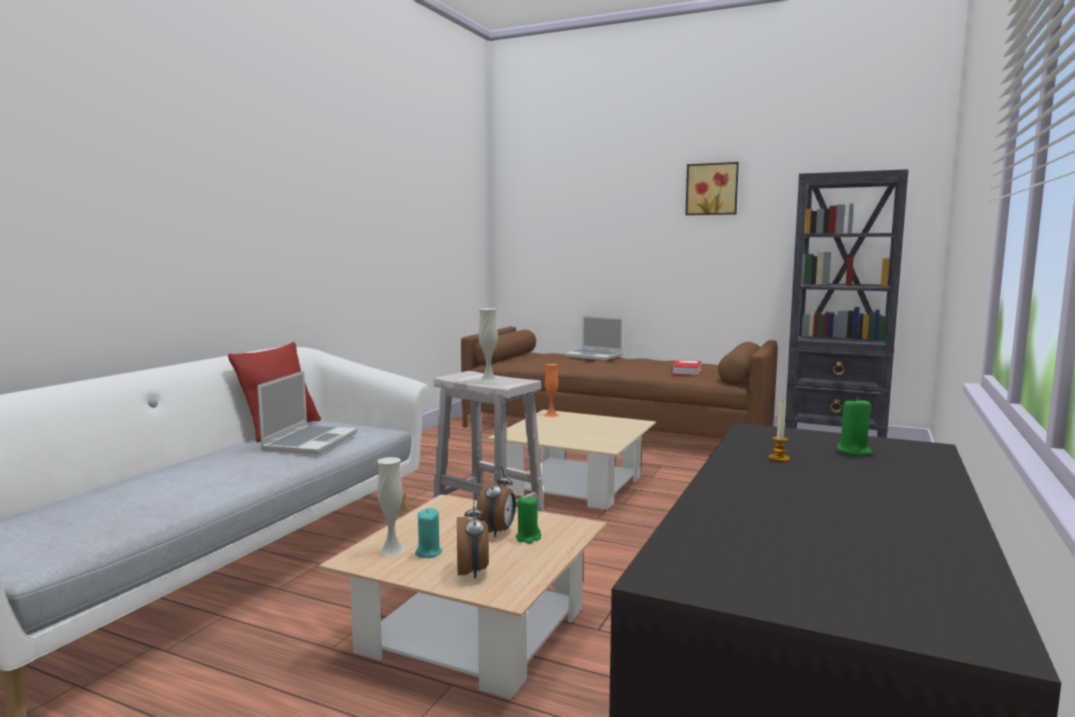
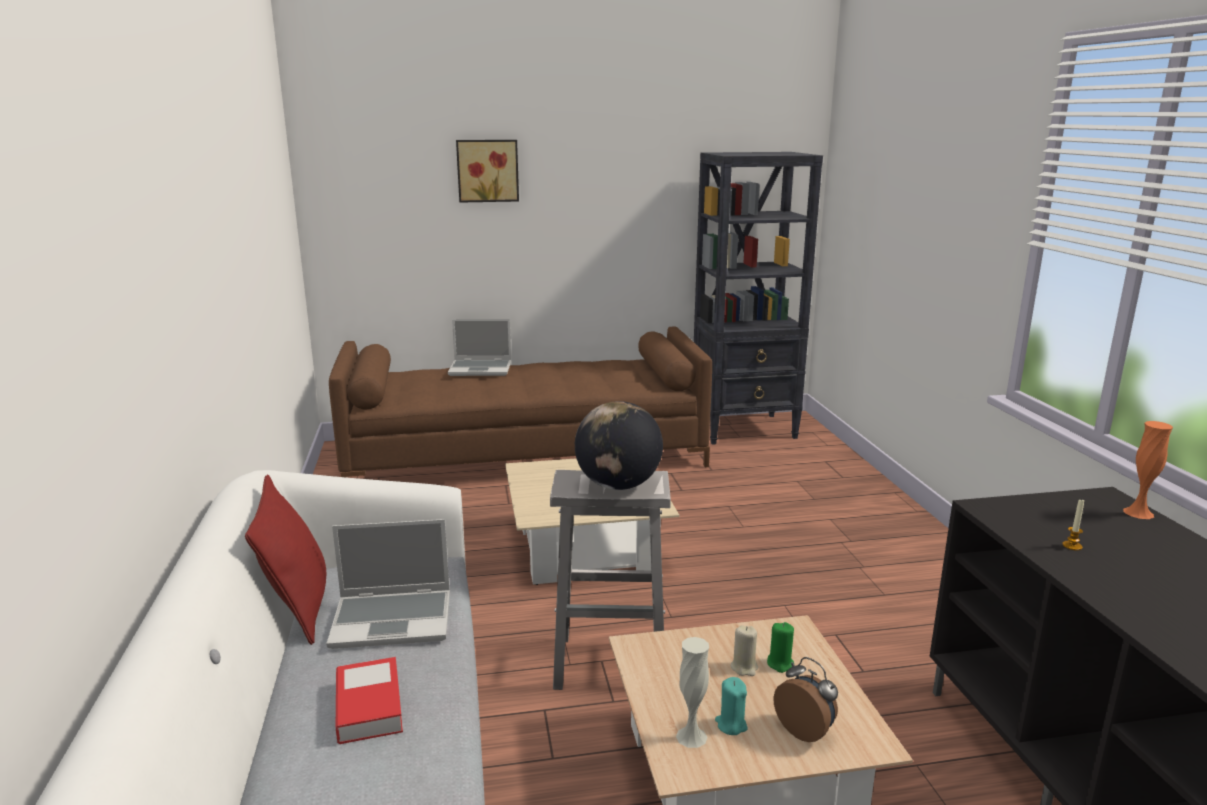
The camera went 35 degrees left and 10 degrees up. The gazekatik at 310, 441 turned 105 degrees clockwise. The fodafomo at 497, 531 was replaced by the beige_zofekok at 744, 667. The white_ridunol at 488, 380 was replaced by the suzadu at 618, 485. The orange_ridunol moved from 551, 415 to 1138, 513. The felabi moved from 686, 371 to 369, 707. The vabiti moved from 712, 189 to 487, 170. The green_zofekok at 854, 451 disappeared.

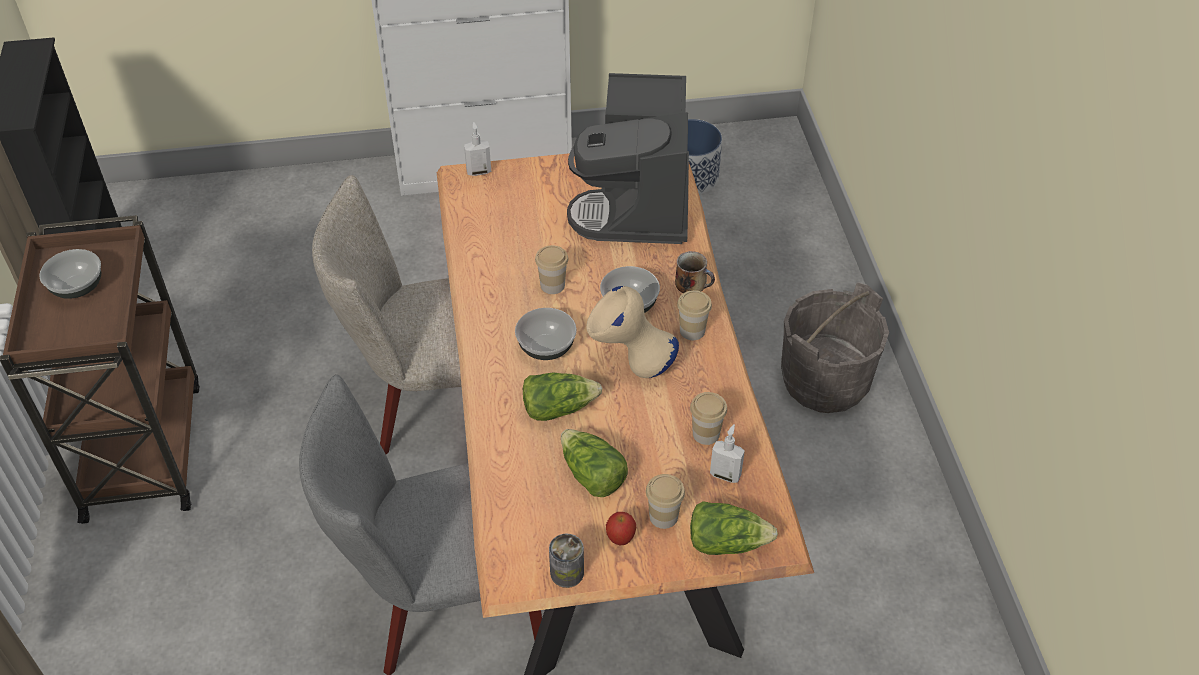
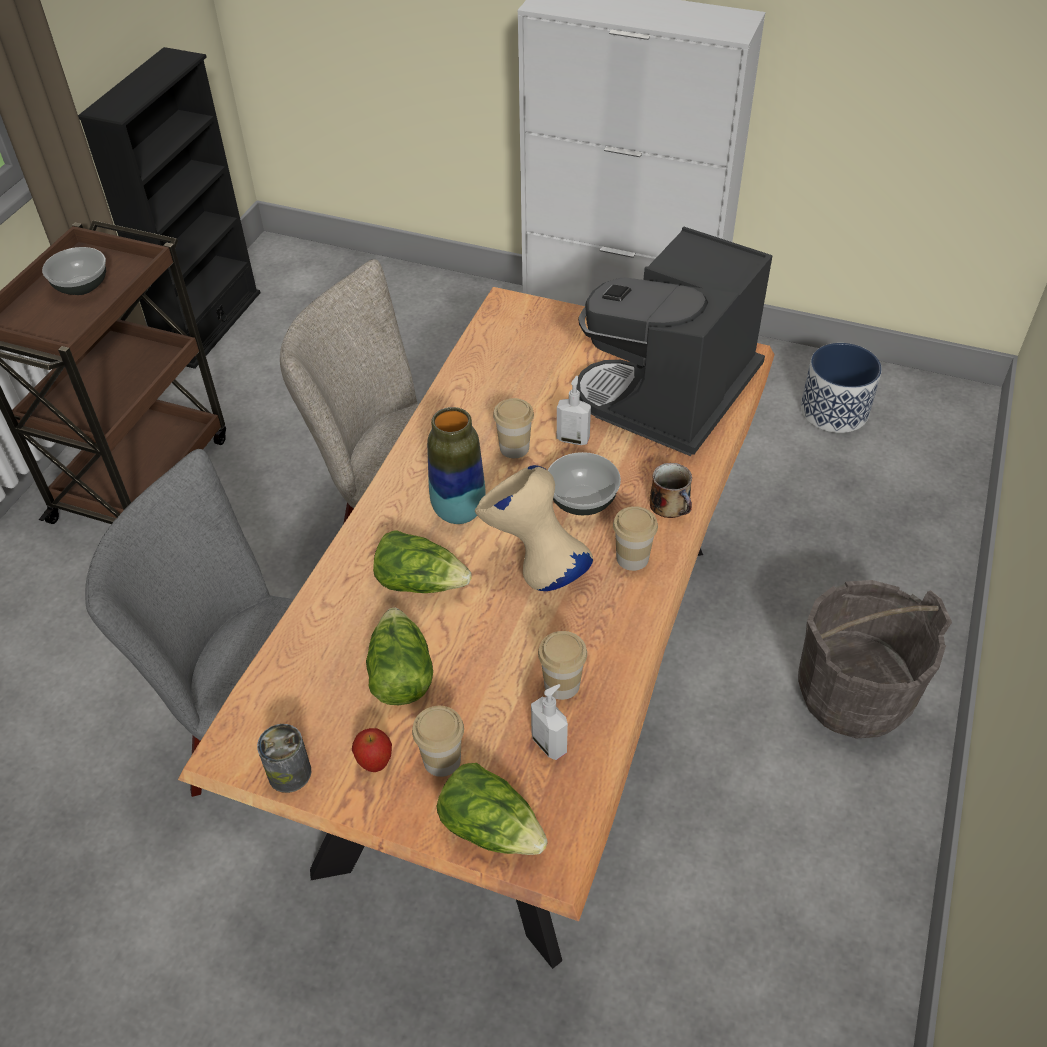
The camera went 30 degrees right and 0 degrees up. The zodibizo moved from 478, 171 to 573, 438. The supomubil at 547, 347 was replaced by the ridunol at 459, 511.

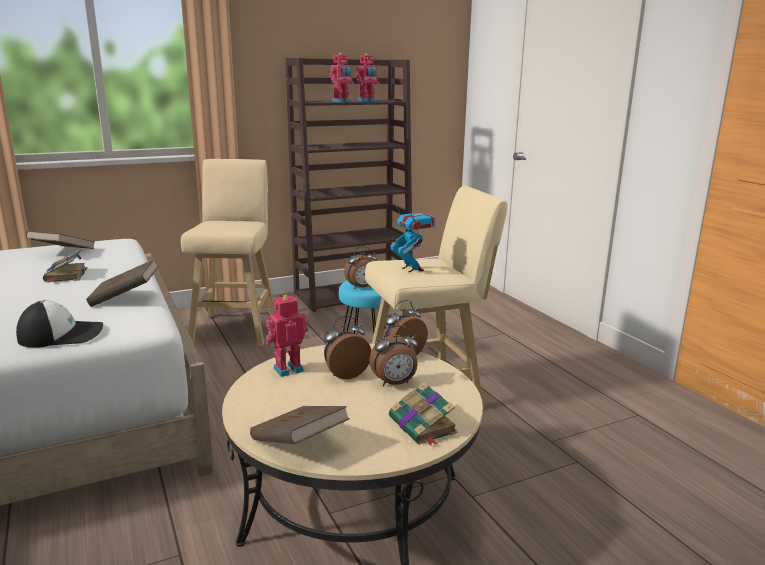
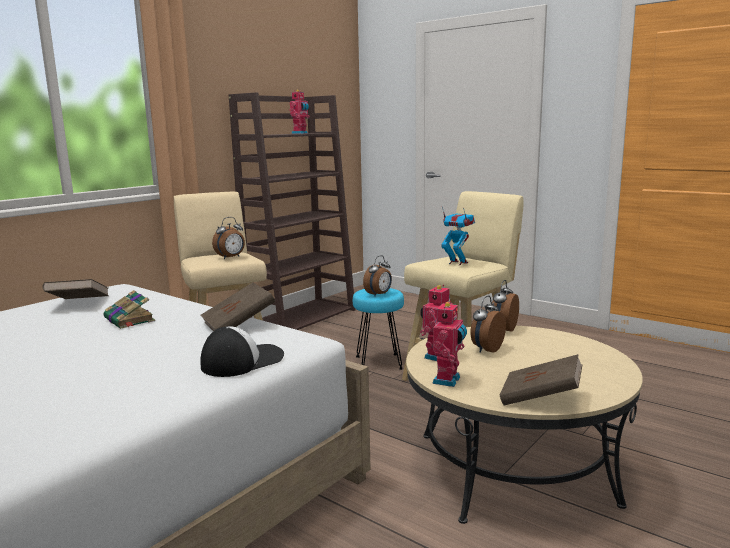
The camera went 25 degrees left and 5 degrees down. The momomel moved from 341, 101 to 448, 380. The fodafomo moved from 394, 383 to 231, 257. The felabi at 423, 426 disappeared.

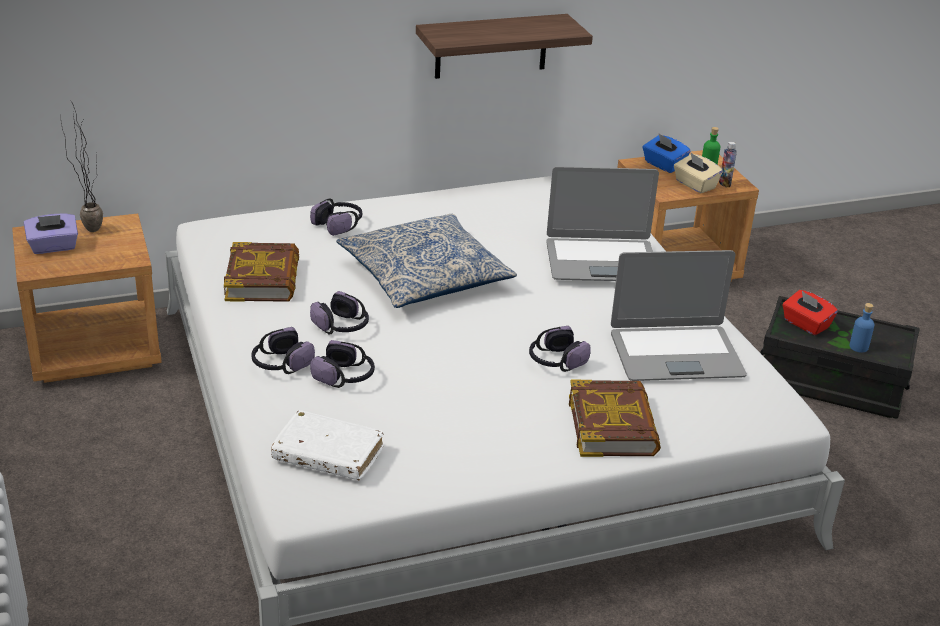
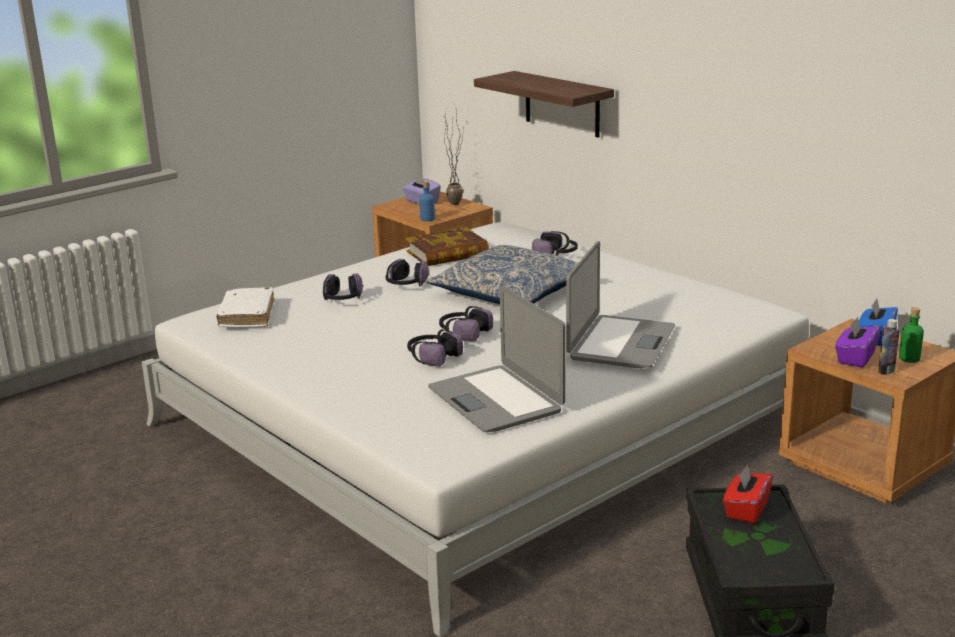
The camera went 70 degrees right and 10 degrees down. The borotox moved from 280, 364 to 464, 333. The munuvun moved from 491, 46 to 562, 104. The gazekatik at 601, 261 turned 135 degrees counterclockwise. The felabi at 613, 425 disappeared. The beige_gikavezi at 695, 185 became the purple_gikavezi at 855, 358. The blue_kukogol moved from 858, 347 to 427, 219.

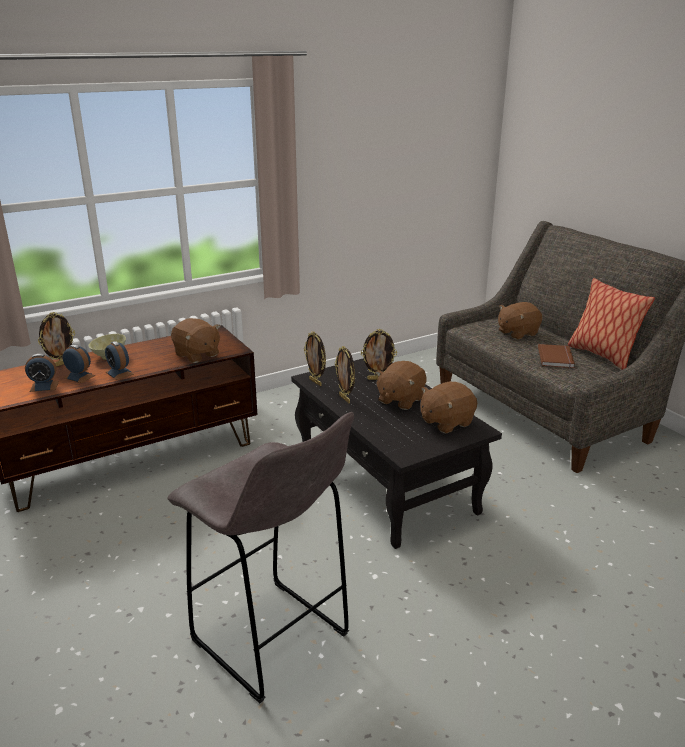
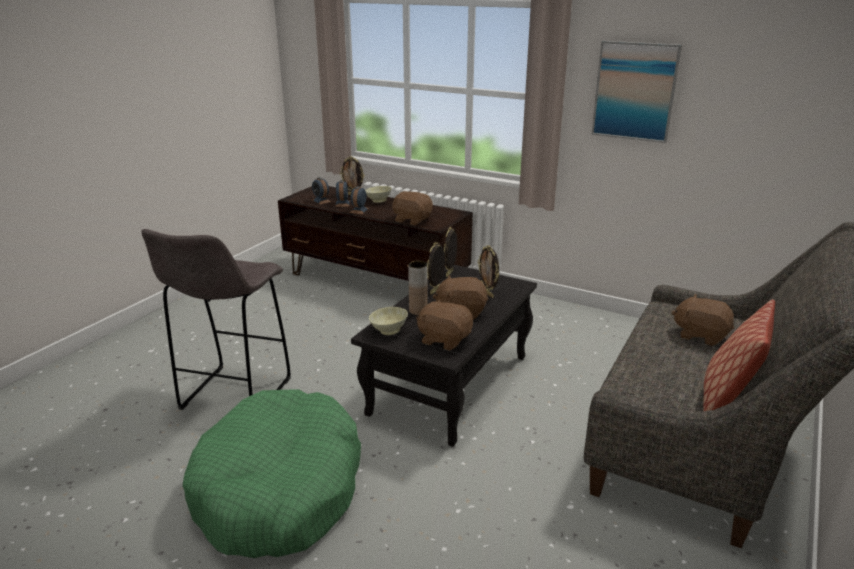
The camera went 60 degrees right and 0 degrees up. The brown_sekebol at 197, 355 turned 105 degrees clockwise. The brown_felabi at 556, 357 disappeared. The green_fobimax at 279, 489 appeared. The beige_supomubil at 388, 330 appeared. The brown_ridunol at 418, 311 appeared. The vabiti at 635, 91 appeared.

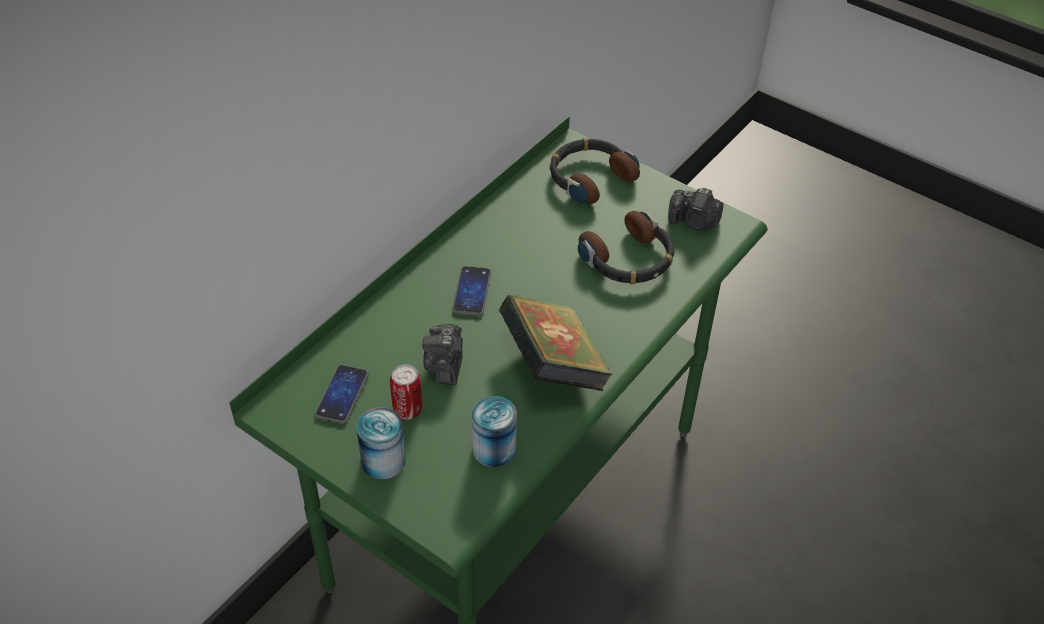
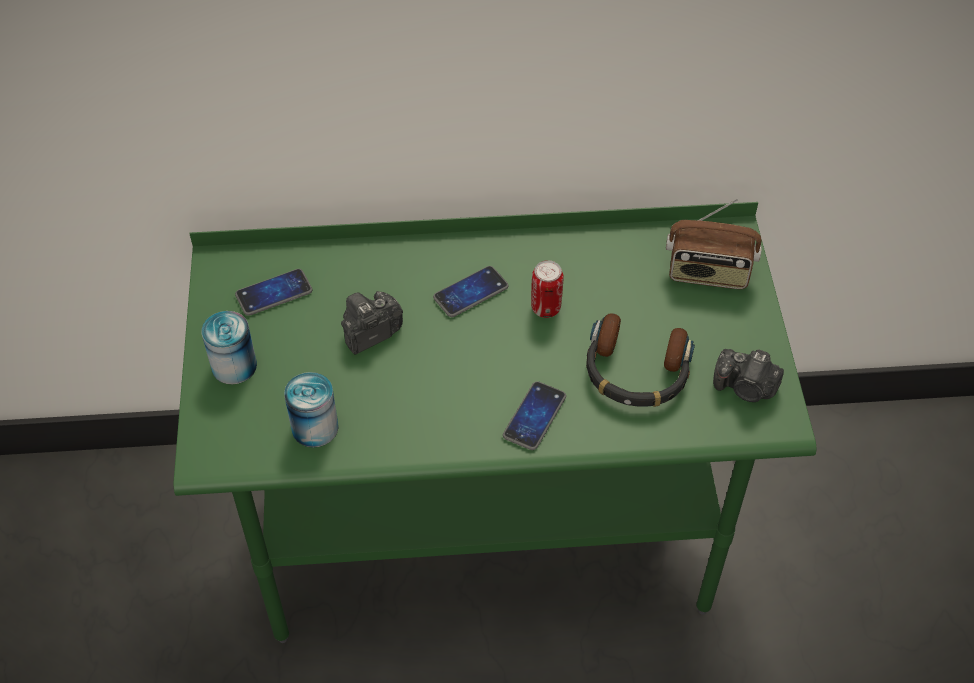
The camera went 50 degrees right and 5 degrees up. The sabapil moved from 407, 410 to 545, 308. The felabi at 553, 367 disappeared. The borotox at 589, 177 was replaced by the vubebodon at 708, 273. The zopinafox at 694, 222 turned 45 degrees counterclockwise. The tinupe at 534, 416 appeared.

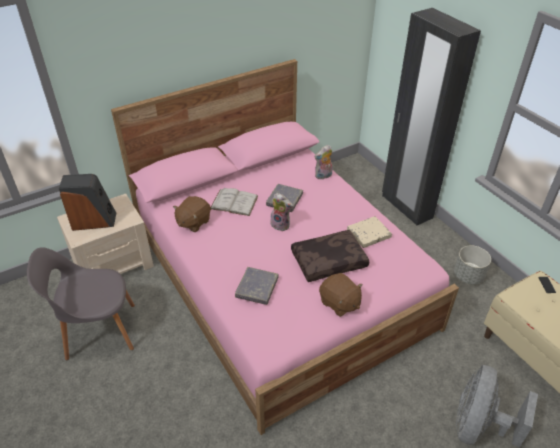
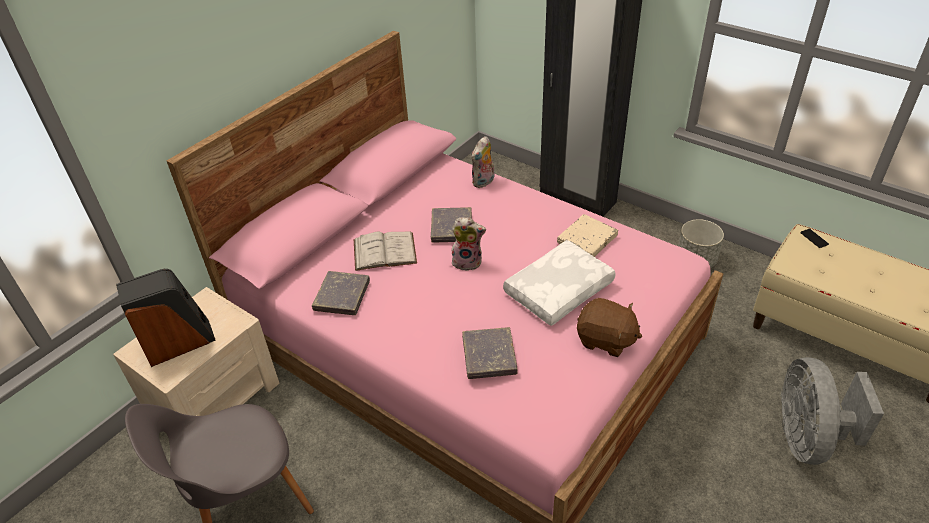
The camera went 20 degrees left and 0 degrees up. The brown_sekebol at 193, 222 was replaced by the grey_felabi at 342, 296. The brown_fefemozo at 329, 260 became the white_fefemozo at 558, 289.

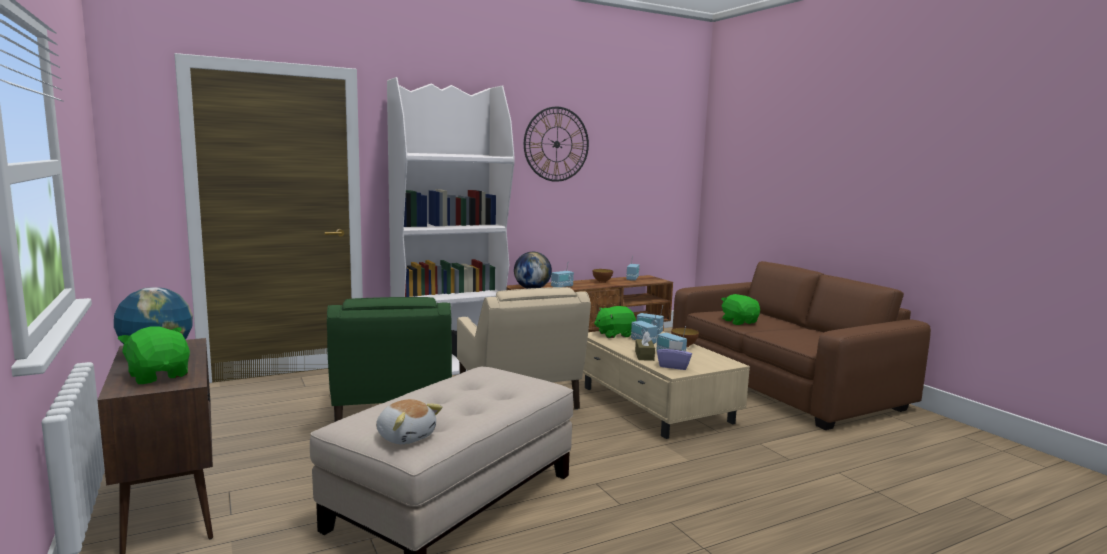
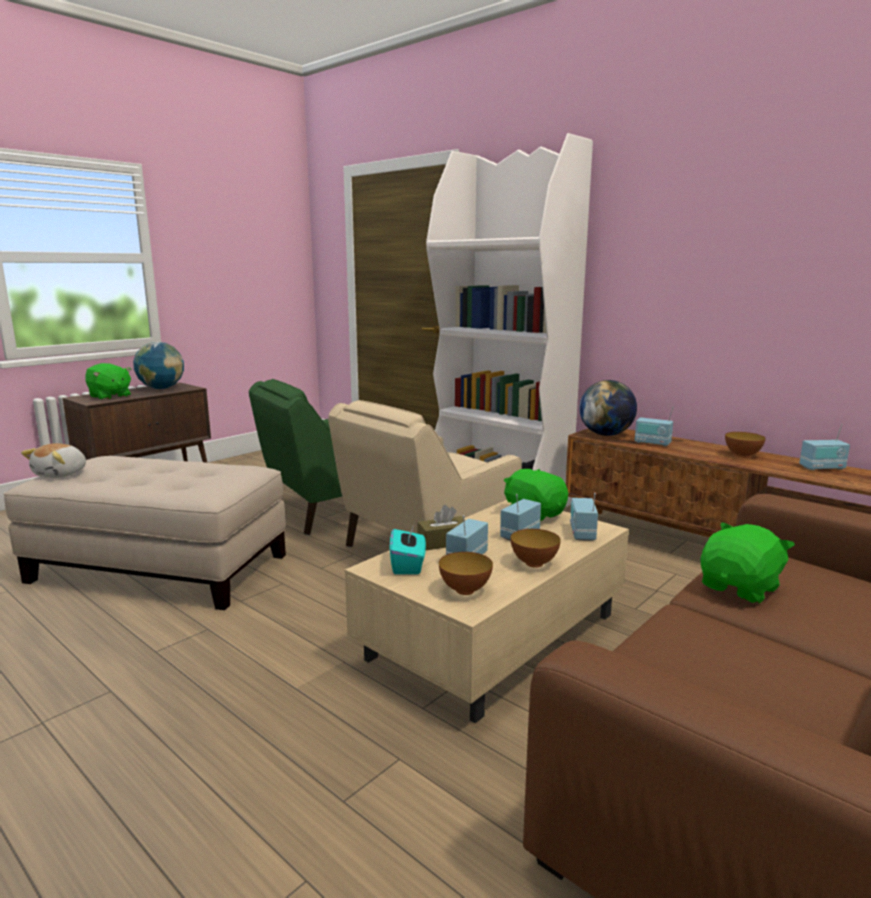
The camera went 70 degrees right and 5 degrees up. The green_sekebol at 159, 375 turned 105 degrees clockwise. The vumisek at 556, 144 disappeared. The purple_gikavezi at 673, 366 became the turquoise_gikavezi at 408, 565. The supomubil at 465, 590 appeared.

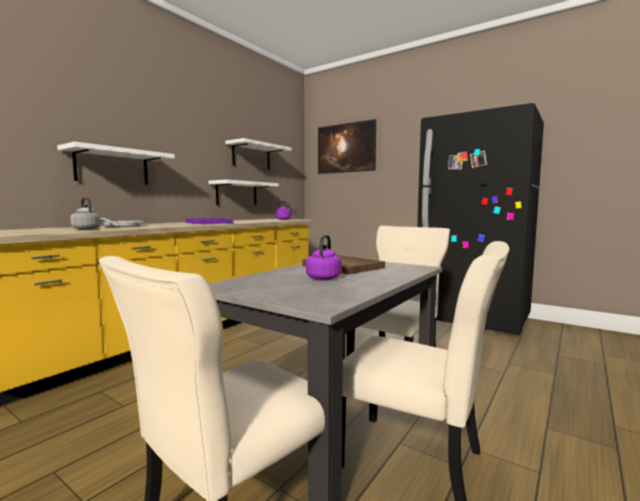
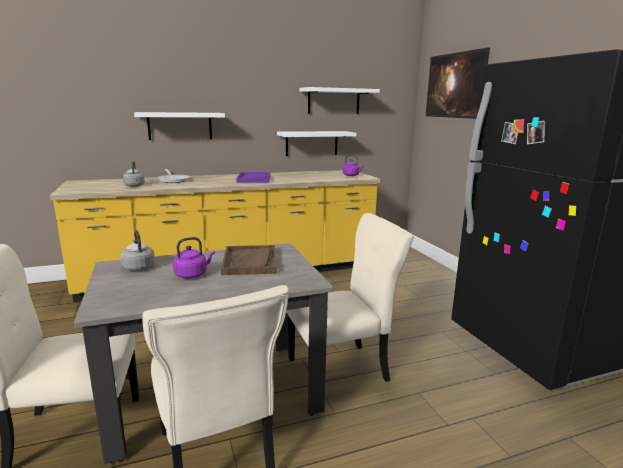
The camera went 35 degrees right and 10 degrees up. The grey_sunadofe at 139, 267 appeared.

